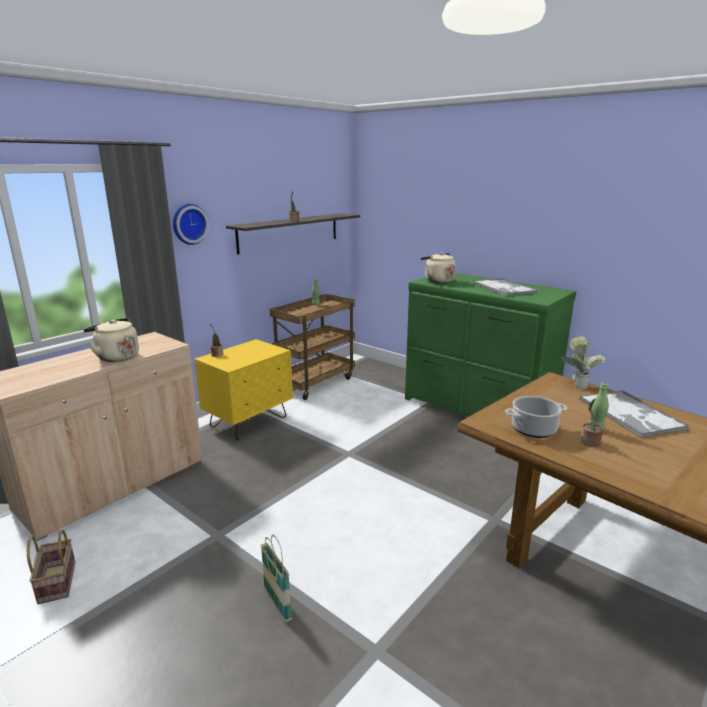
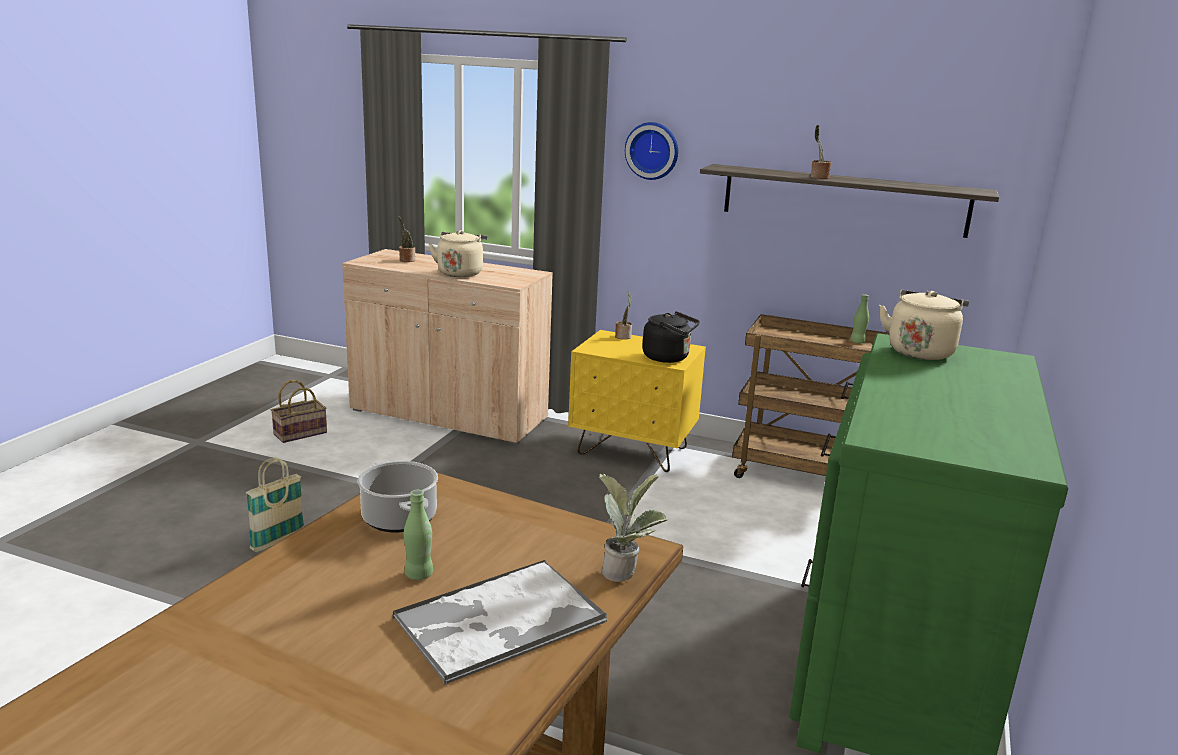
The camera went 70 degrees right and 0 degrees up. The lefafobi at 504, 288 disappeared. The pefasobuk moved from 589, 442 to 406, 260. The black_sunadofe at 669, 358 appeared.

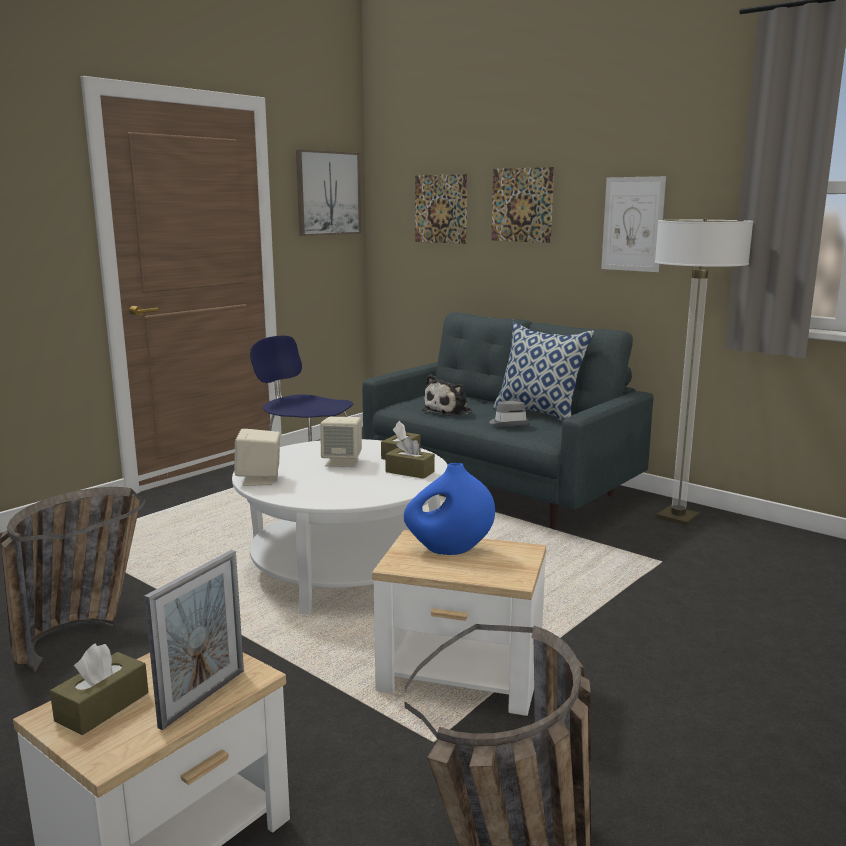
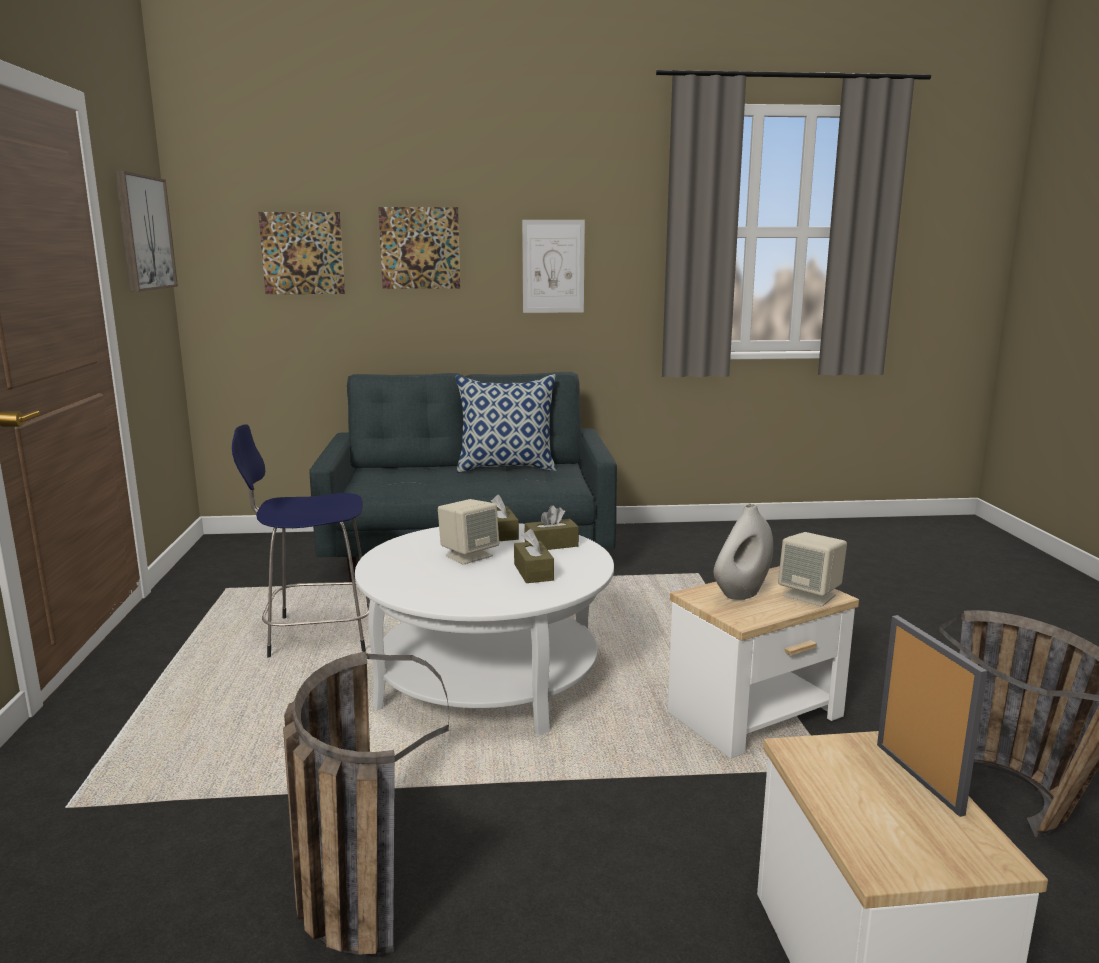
The camera went 45 degrees left and 0 degrees up. The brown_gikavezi moved from 102, 707 to 533, 572. The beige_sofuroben moved from 259, 480 to 810, 595. The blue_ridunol at 449, 550 became the white_ridunol at 742, 593. The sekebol at 449, 411 disappeared. The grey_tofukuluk at 509, 423 disappeared. The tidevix at 677, 517 disappeared.

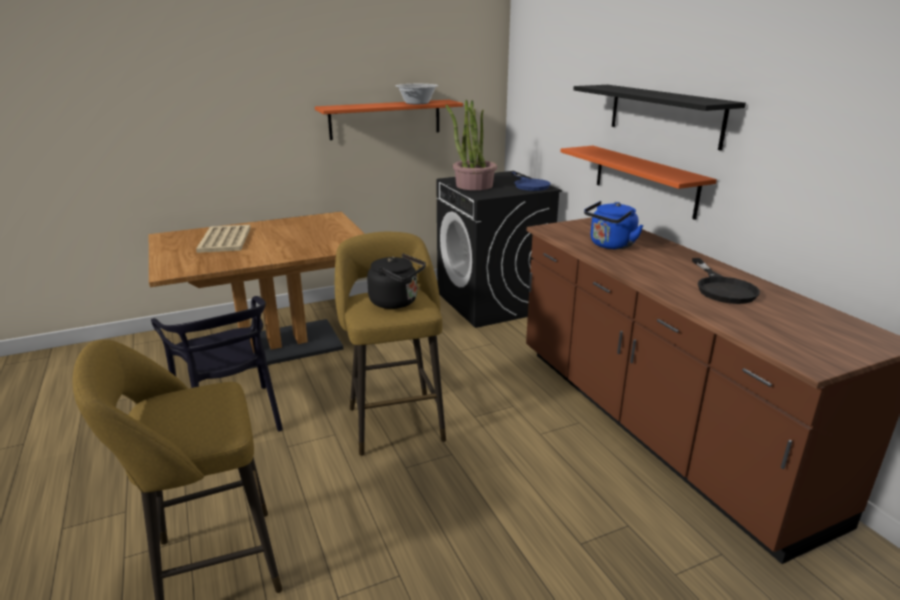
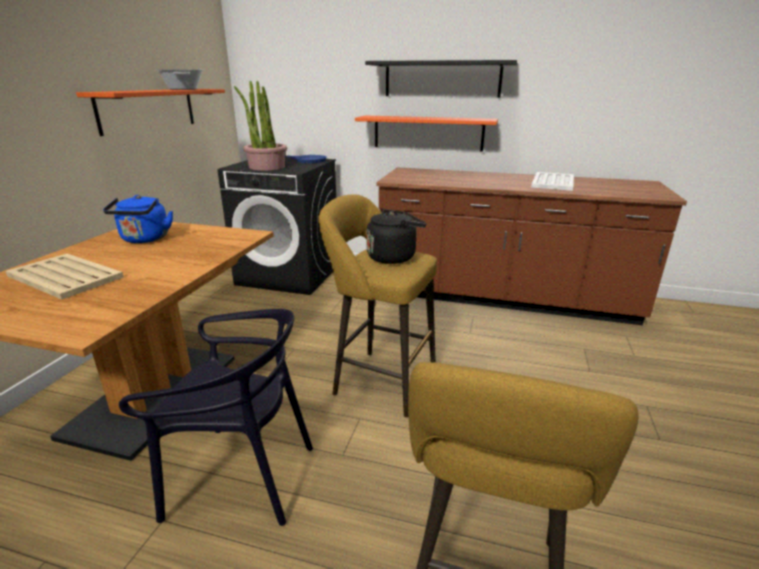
The camera went 50 degrees left and 0 degrees up. The blue_sunadofe moved from 610, 245 to 144, 239. The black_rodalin at 722, 288 was replaced by the white_lefafobi at 553, 182.

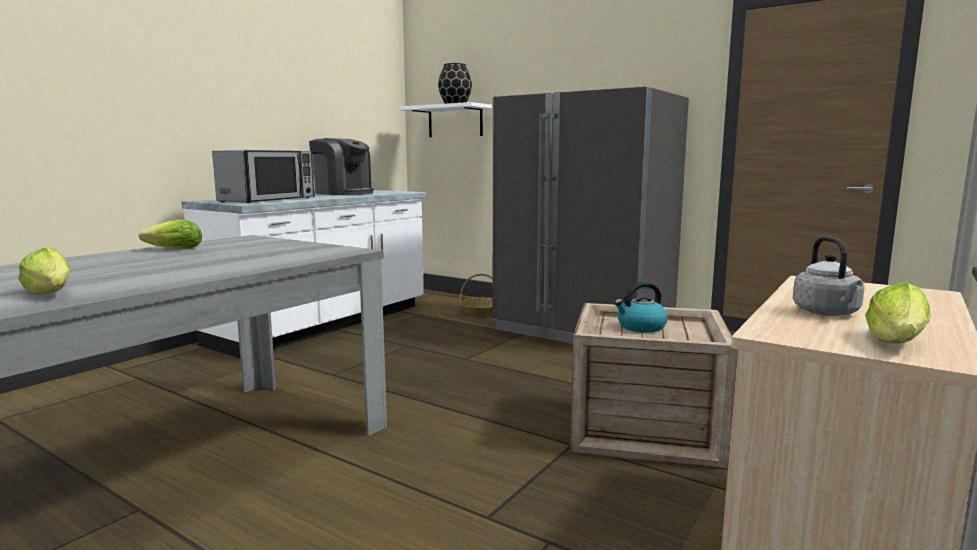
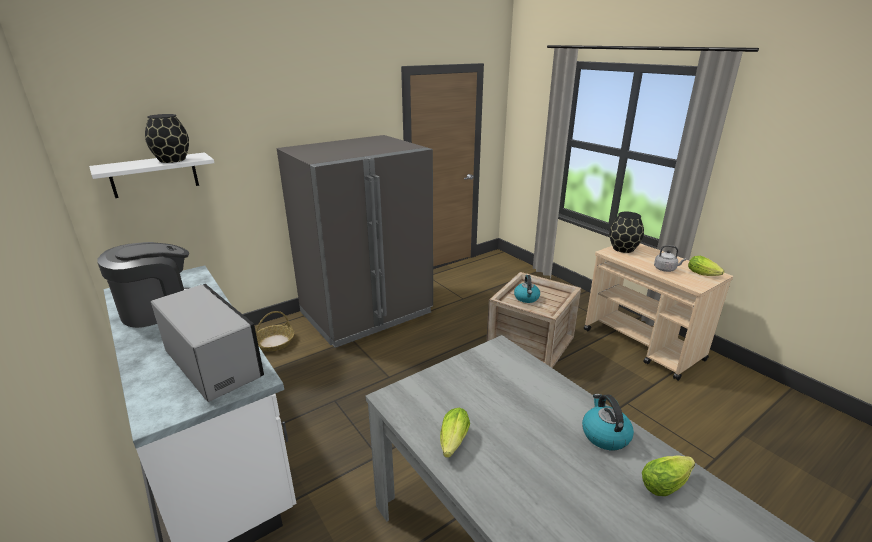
The camera went 70 degrees left and 15 degrees up. The sunadofe at 604, 435 appeared. The black_ridunol at 623, 249 appeared.

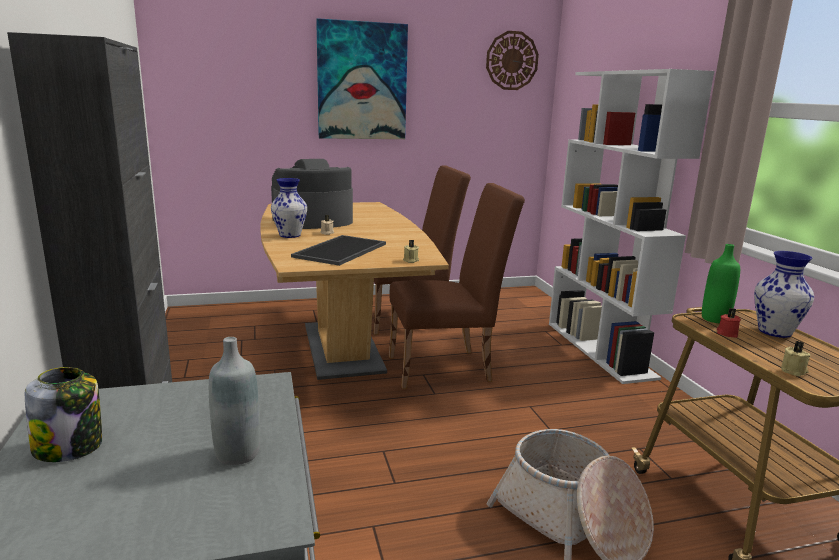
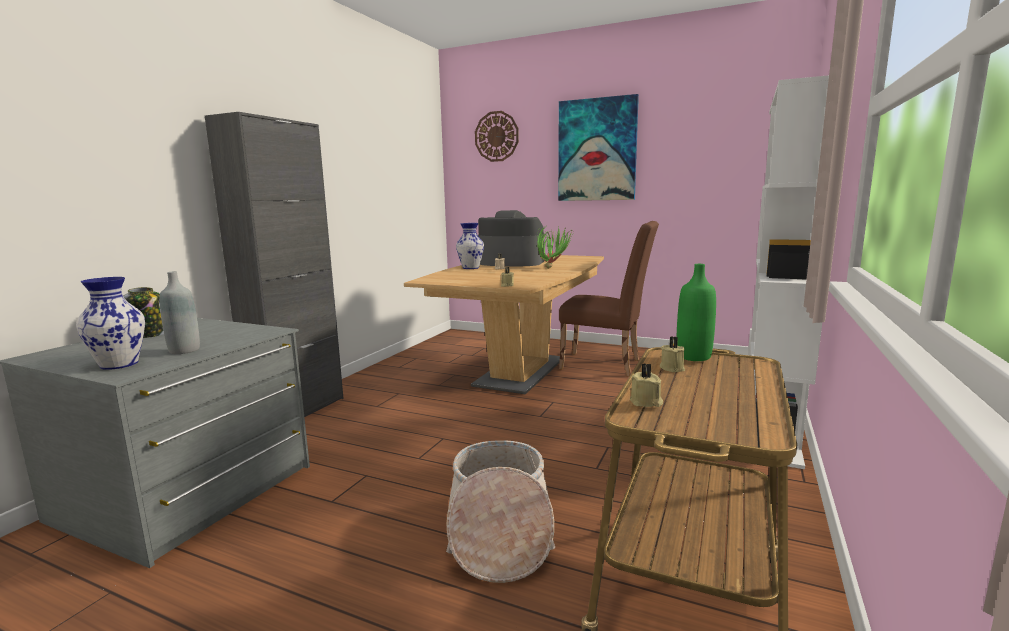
The camera went 40 degrees right and 5 degrees down. The lefafobi at 341, 251 disappeared. The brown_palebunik at 447, 368 disappeared. The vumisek moved from 512, 60 to 496, 136. The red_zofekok at 726, 333 became the beige_zofekok at 672, 368. The ridunol moved from 774, 332 to 118, 364. The pefasobuk at 552, 268 appeared.

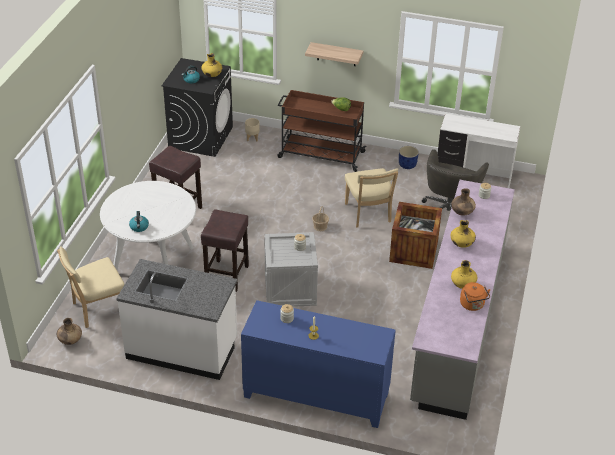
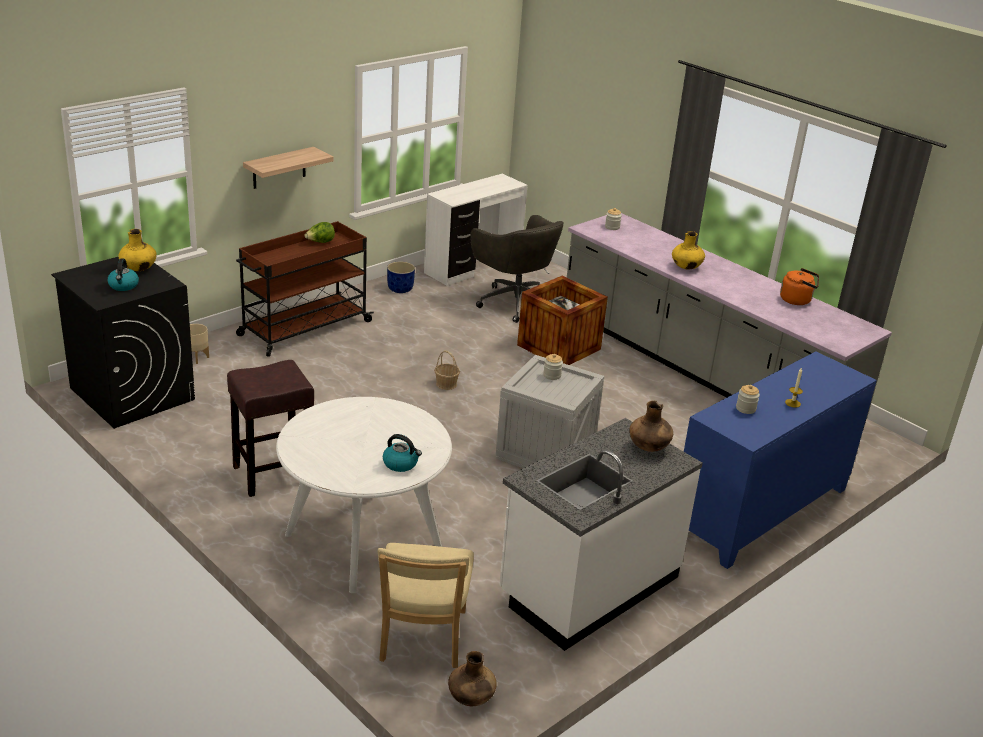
The camera went 60 degrees left and 10 degrees down. The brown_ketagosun at 227, 276 disappeared. The beige_palebunik at 368, 214 disappeared. The brown_ridunol moved from 462, 212 to 649, 447. The yellow_ridunol at 463, 285 disappeared.

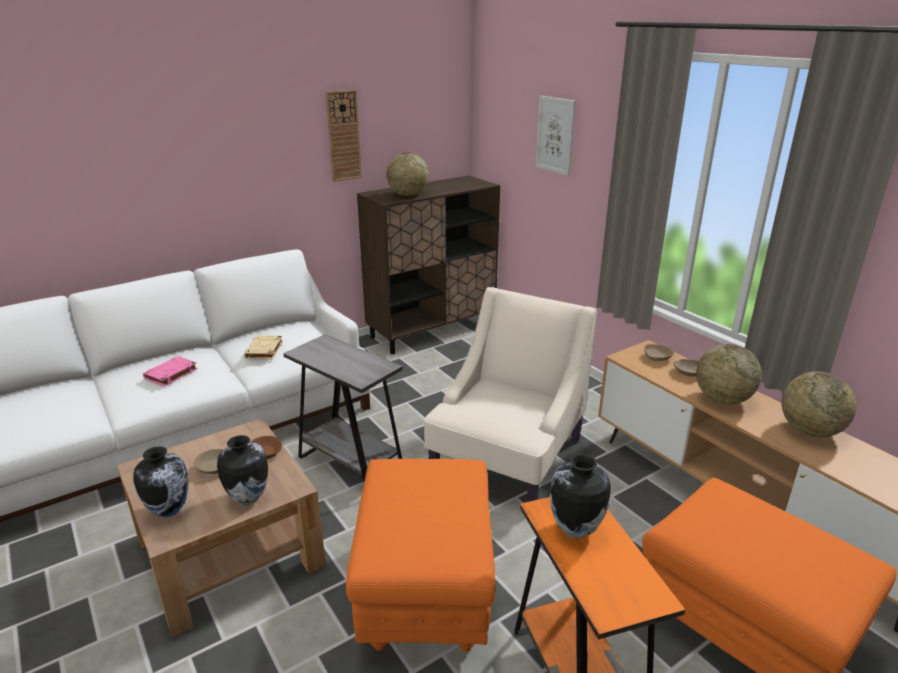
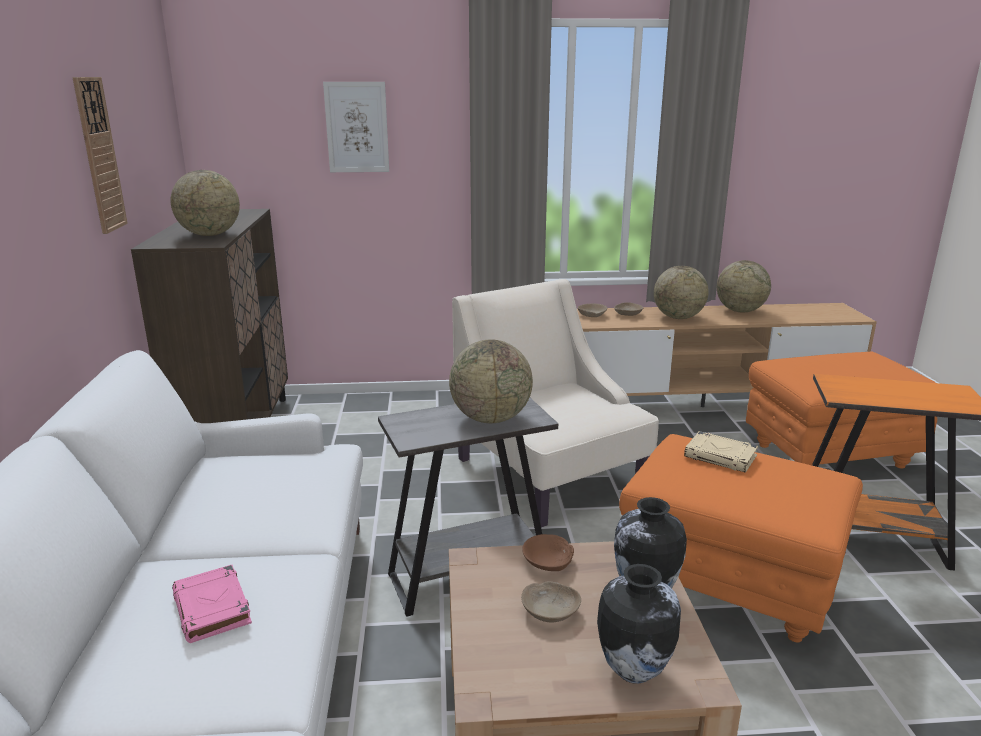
The camera went 60 degrees left and 5 degrees down. The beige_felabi moved from 264, 350 to 721, 456. The ridunol at 574, 530 disappeared. The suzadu at 491, 418 appeared.

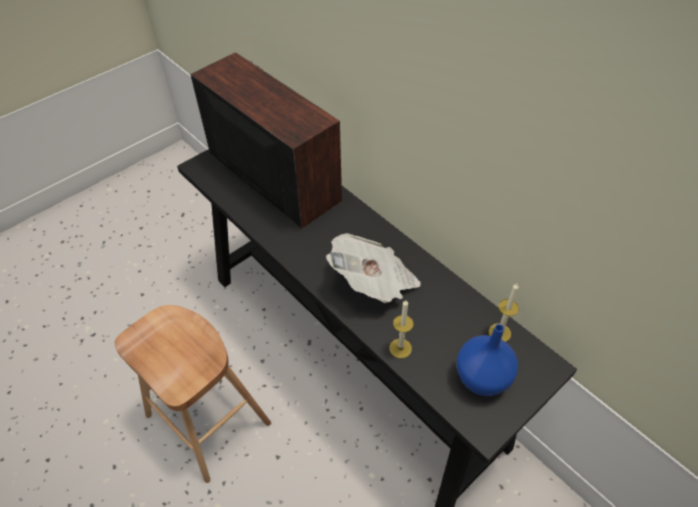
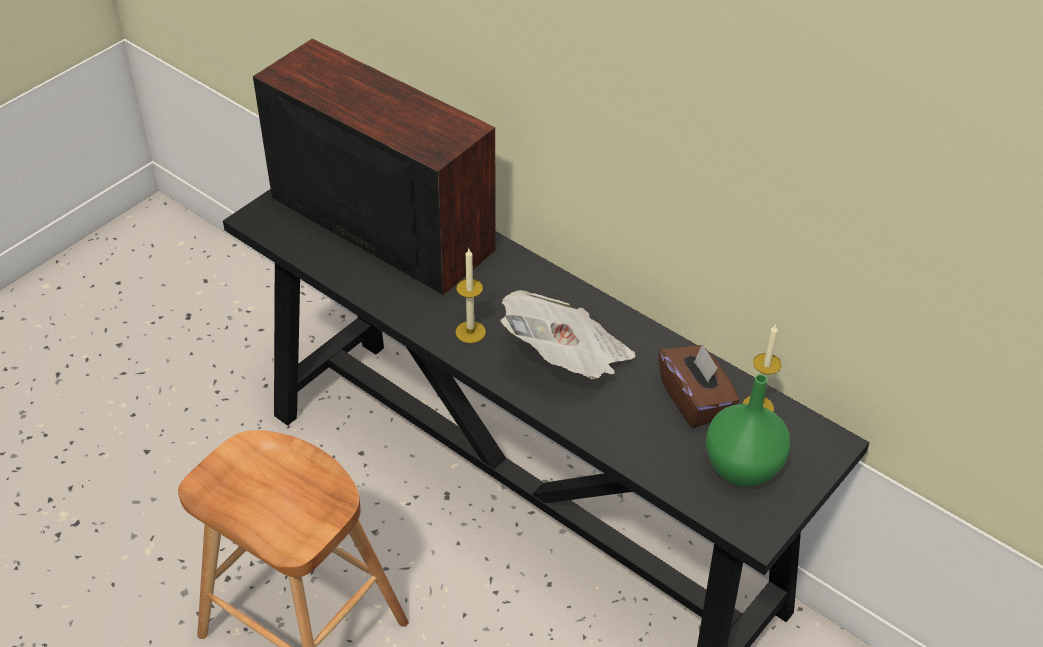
The camera went 10 degrees left and 5 degrees down. The zofekok moved from 400, 348 to 470, 332. The blue_ridunol at 481, 378 became the green_ridunol at 740, 467. The brown_gikavezi at 695, 400 appeared.

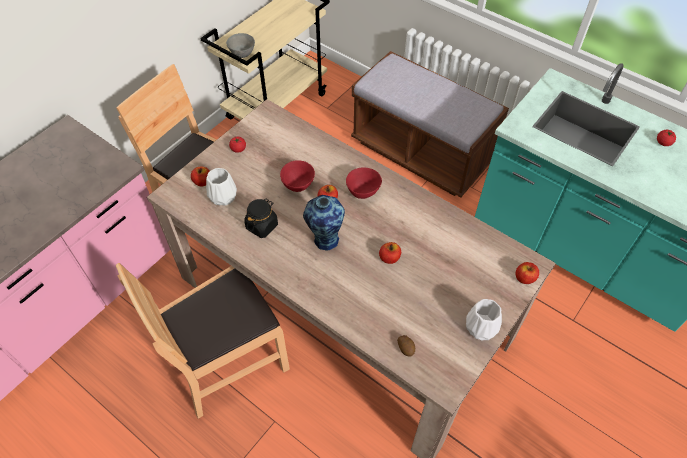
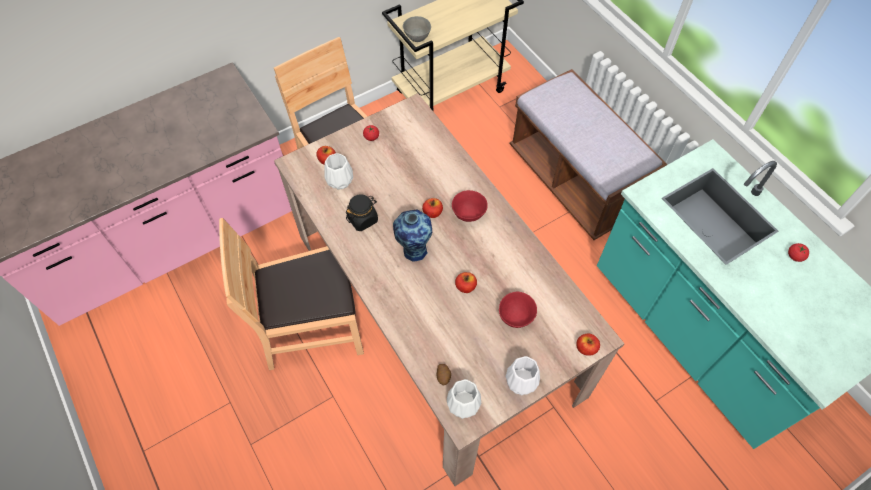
The camera went 20 degrees right and 5 degrees up. The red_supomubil moved from 298, 186 to 515, 318. The white_ridunol at 462, 403 appeared.

